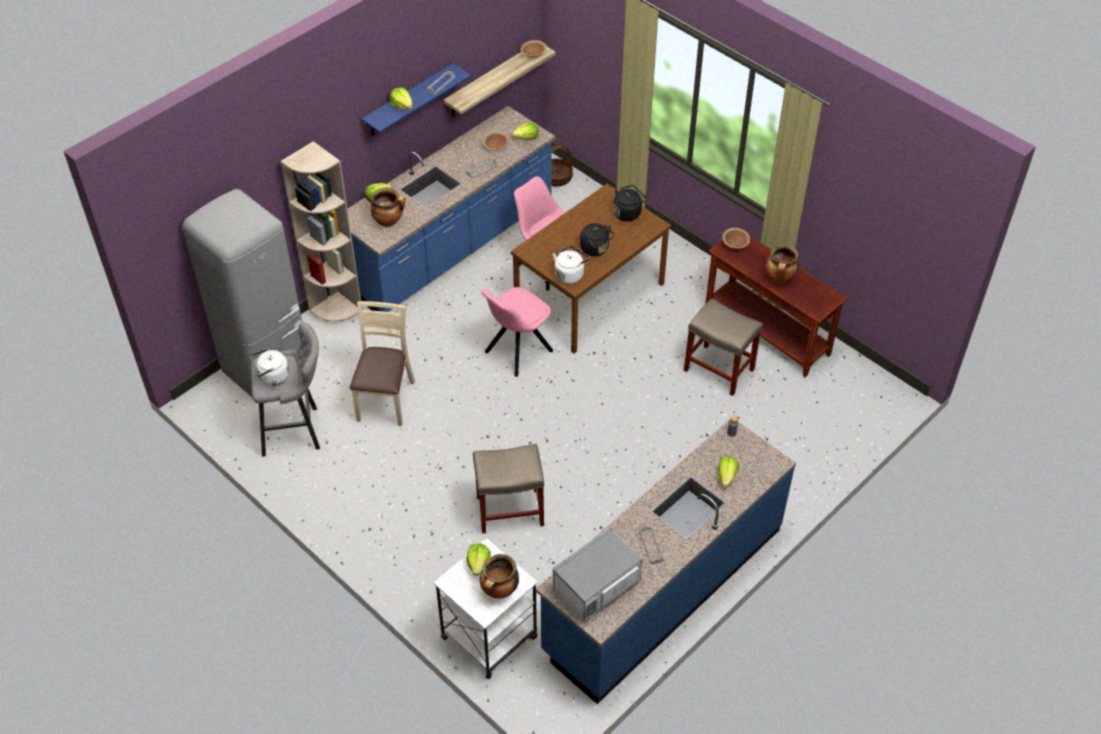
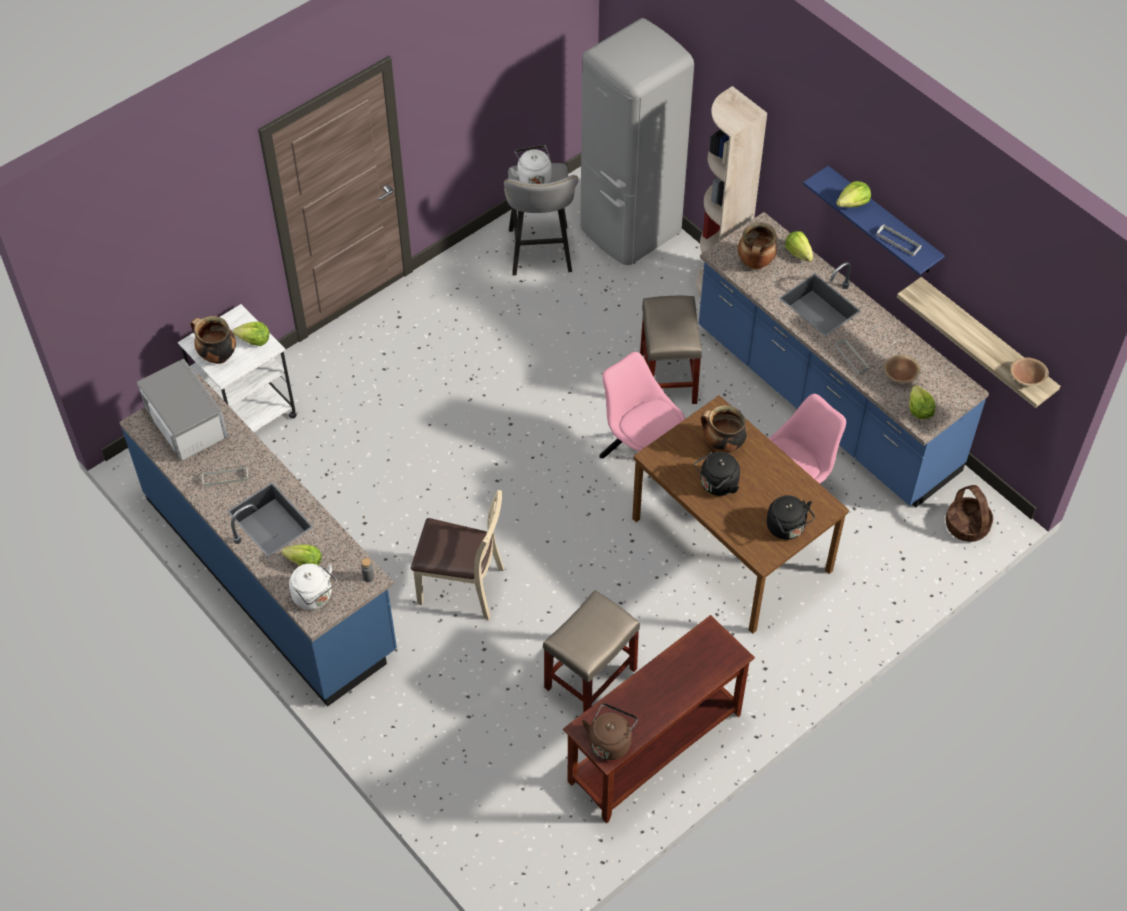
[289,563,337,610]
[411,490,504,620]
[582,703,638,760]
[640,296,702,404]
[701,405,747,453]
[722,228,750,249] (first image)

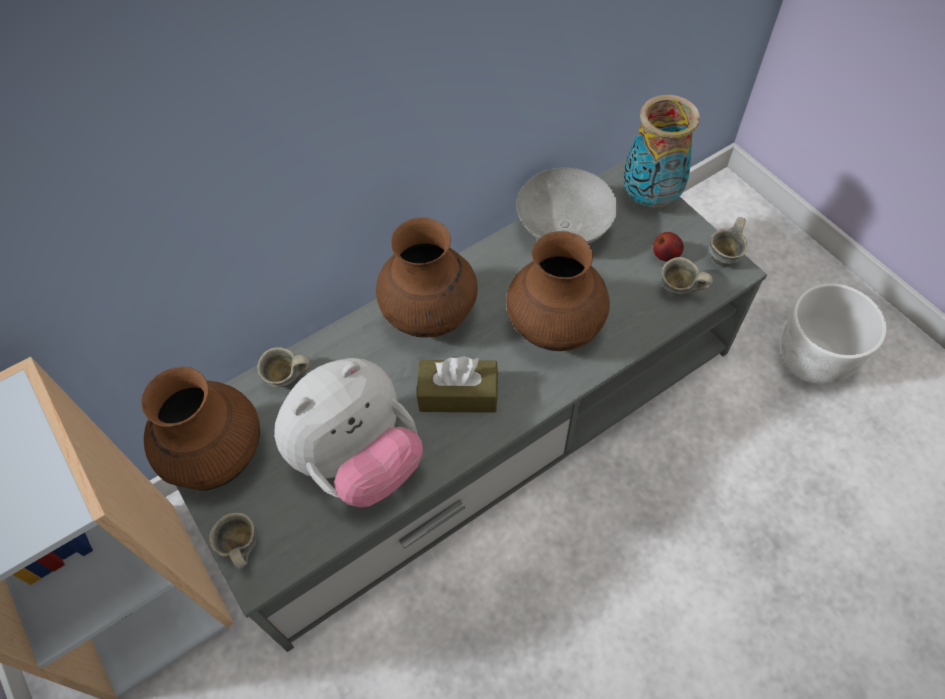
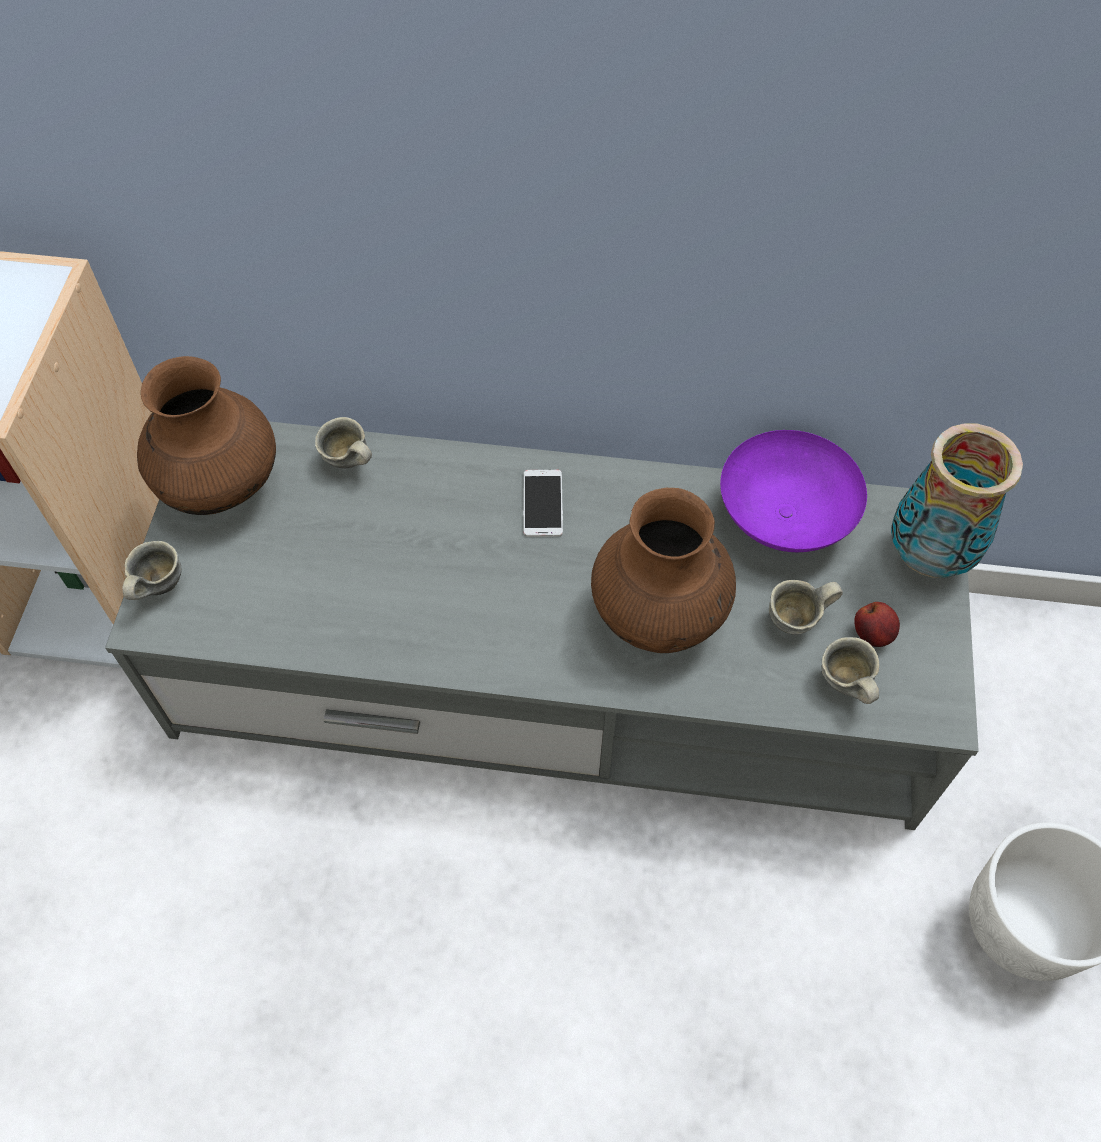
[523,470,563,537]
[720,430,867,552]
[769,580,843,635]
[274,358,423,508] (first image)
[417,356,498,413] (first image)

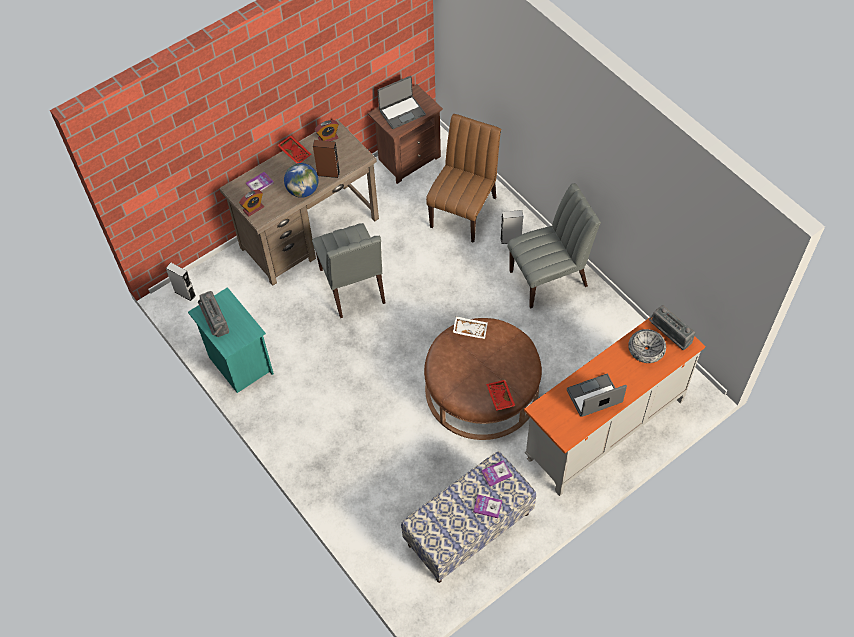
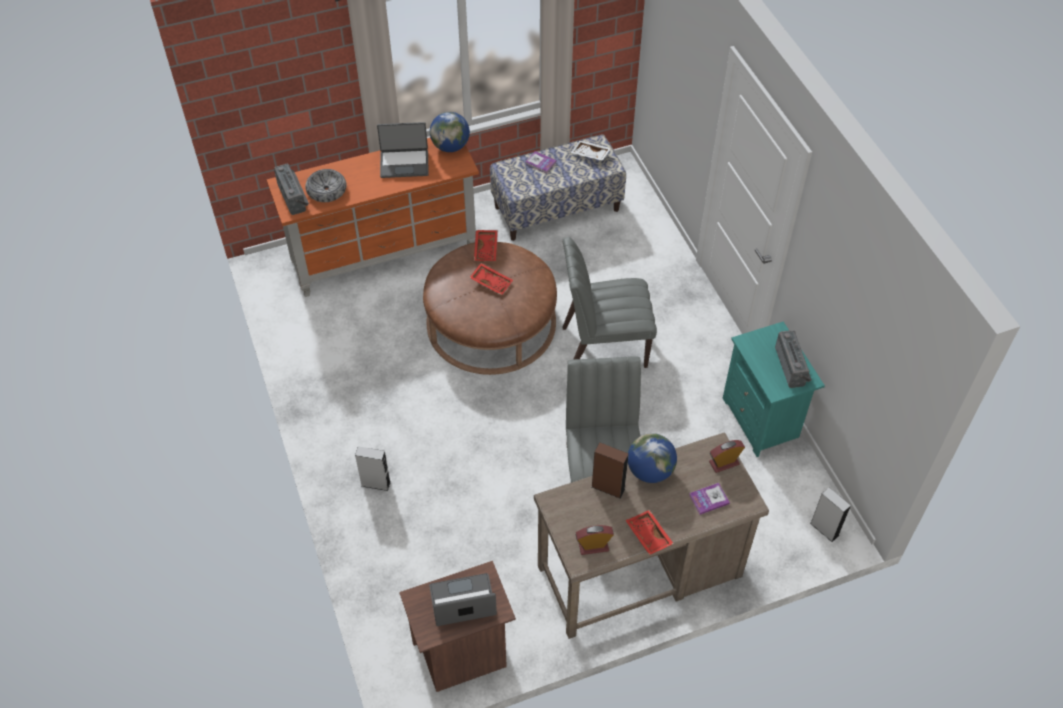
[430,112,470,152]
[469,263,513,295]
[562,237,657,368]
[571,141,611,161]
[426,114,501,243] (first image)
[481,460,512,487] (first image)

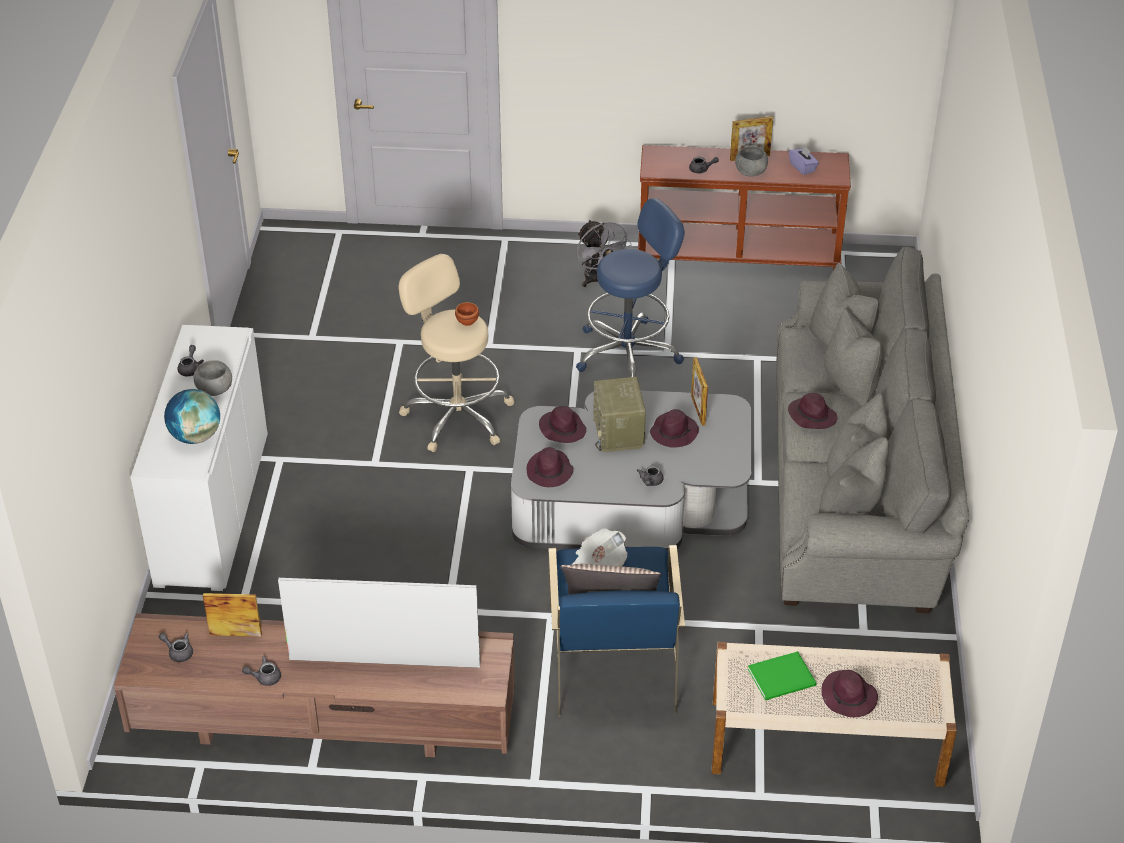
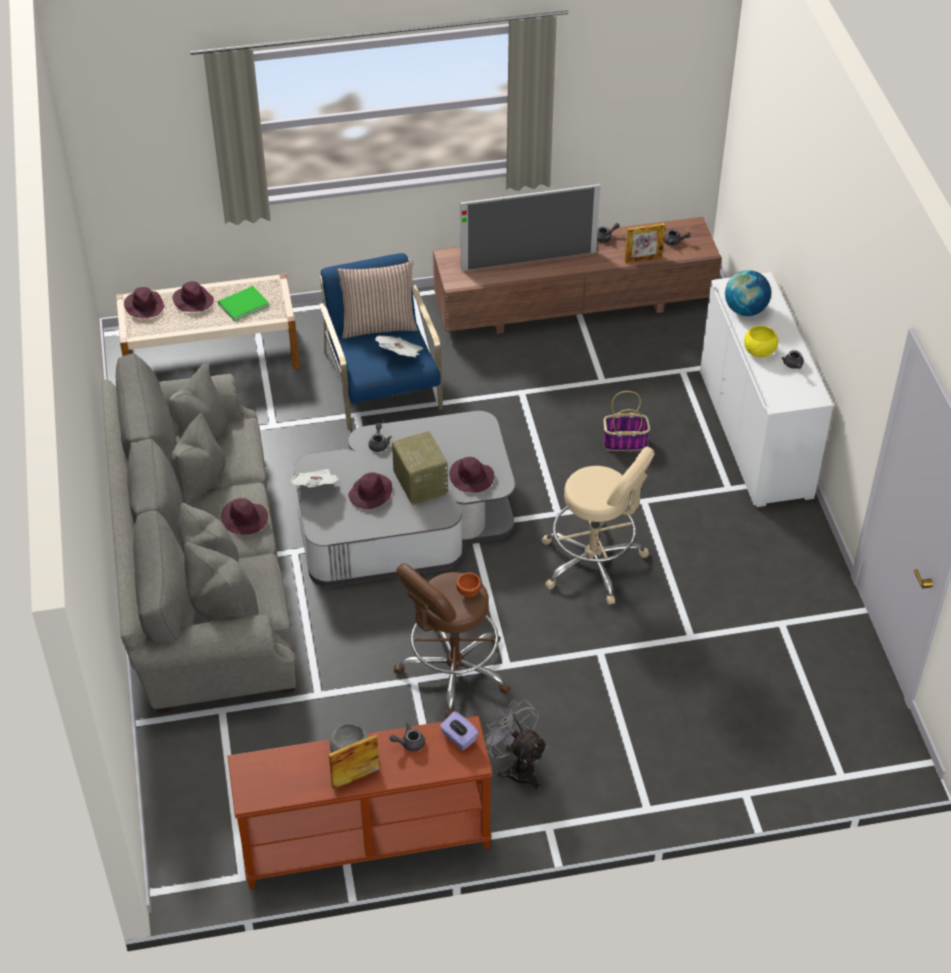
[124,287,164,318]
[290,469,339,487]
[394,563,511,718]
[440,711,479,750]
[456,573,481,597]
[603,391,650,451]
[744,326,778,357]
[691,357,708,426] (first image)

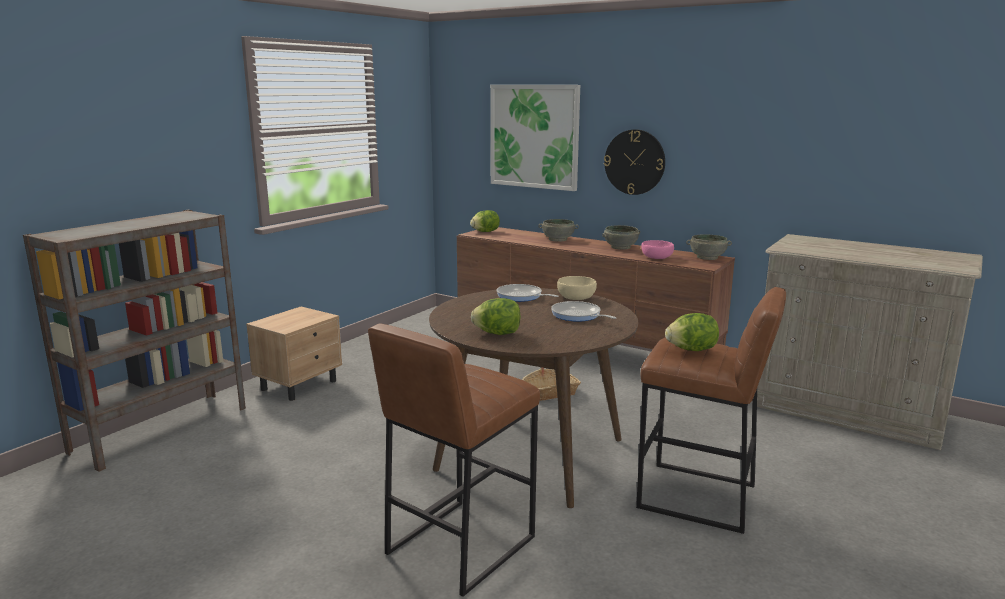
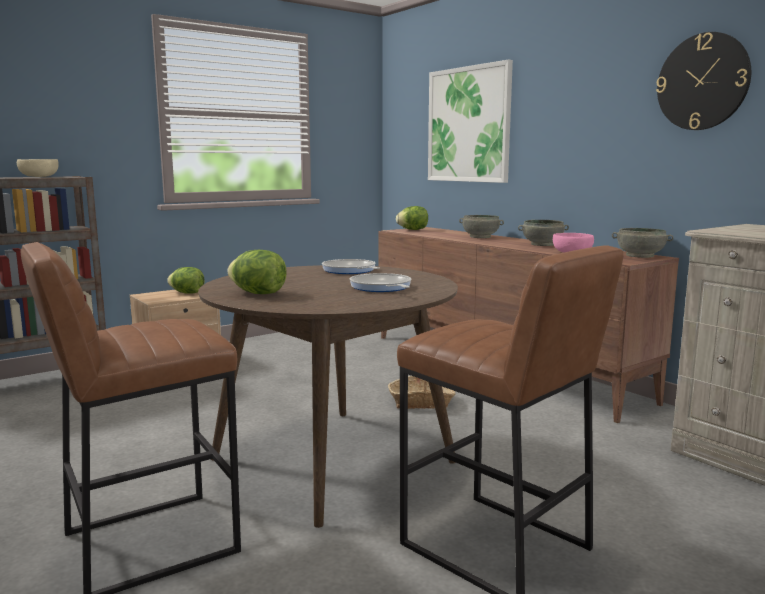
[17,159,59,177]
[167,267,204,294]
[656,32,751,130]

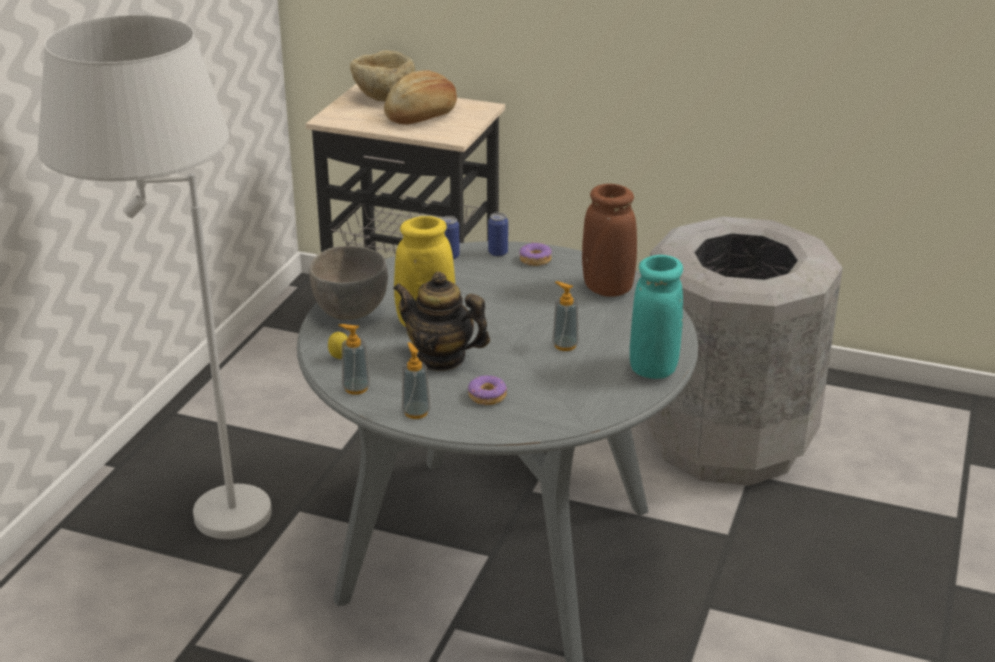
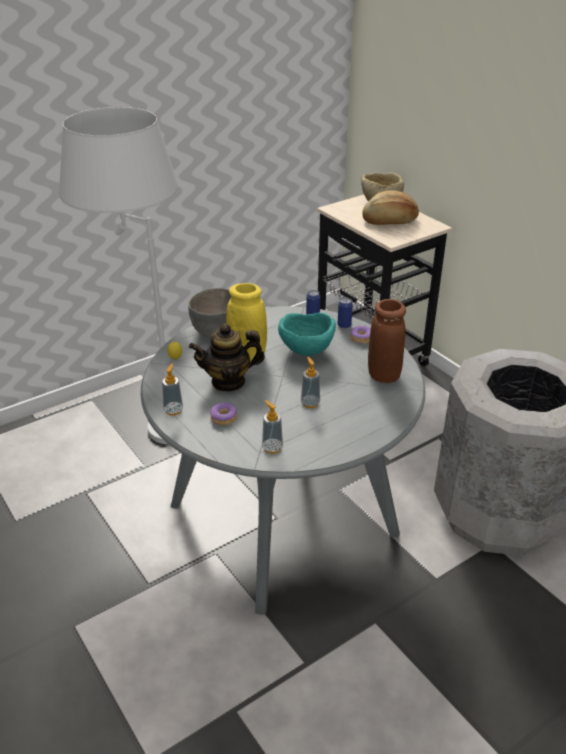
[189,324,265,392]
[262,400,283,454]
[278,312,336,356]
[630,255,683,379] (first image)

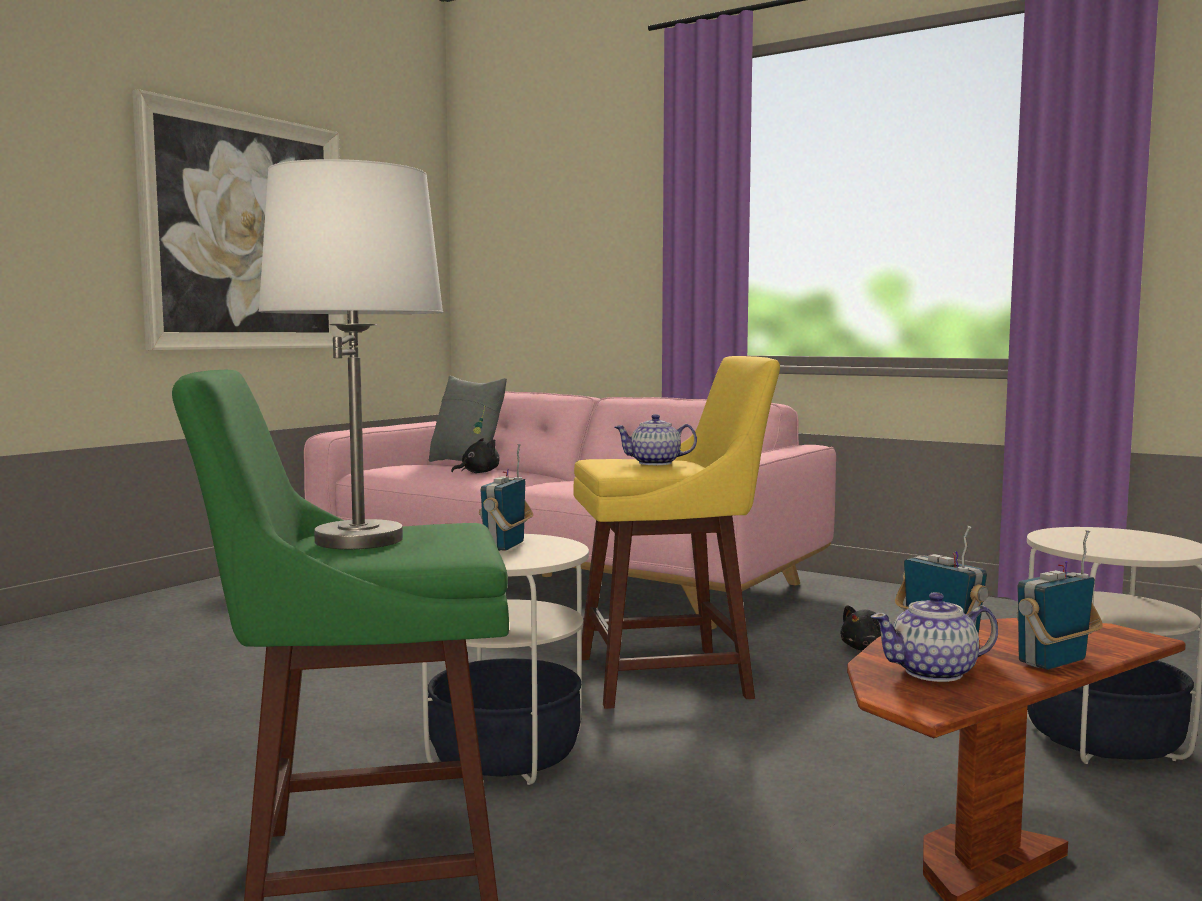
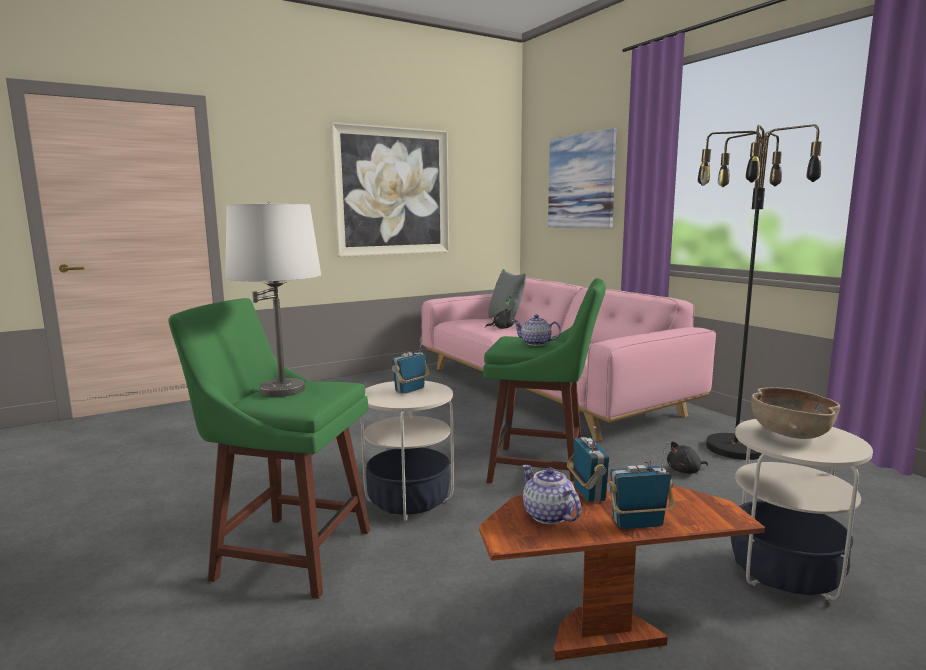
[483,278,606,483]
[522,465,581,524]
[548,128,617,229]
[698,124,822,460]
[751,387,840,439]

